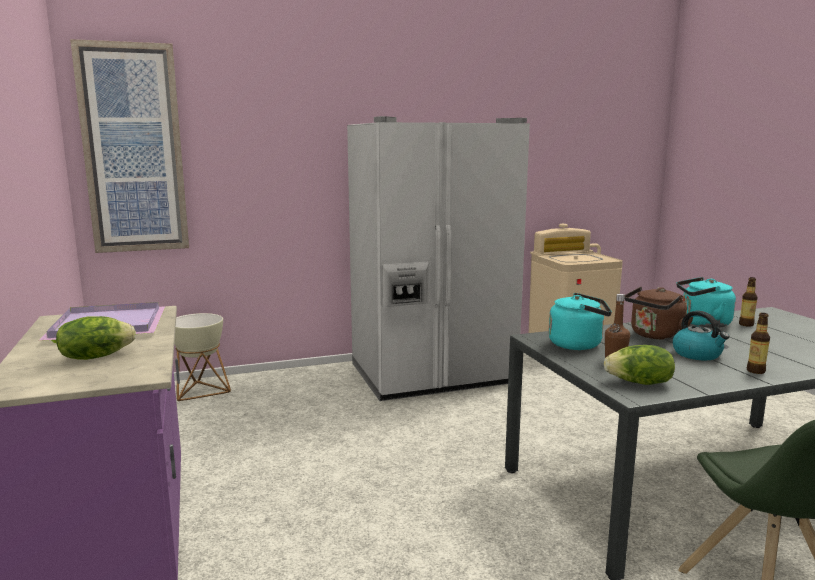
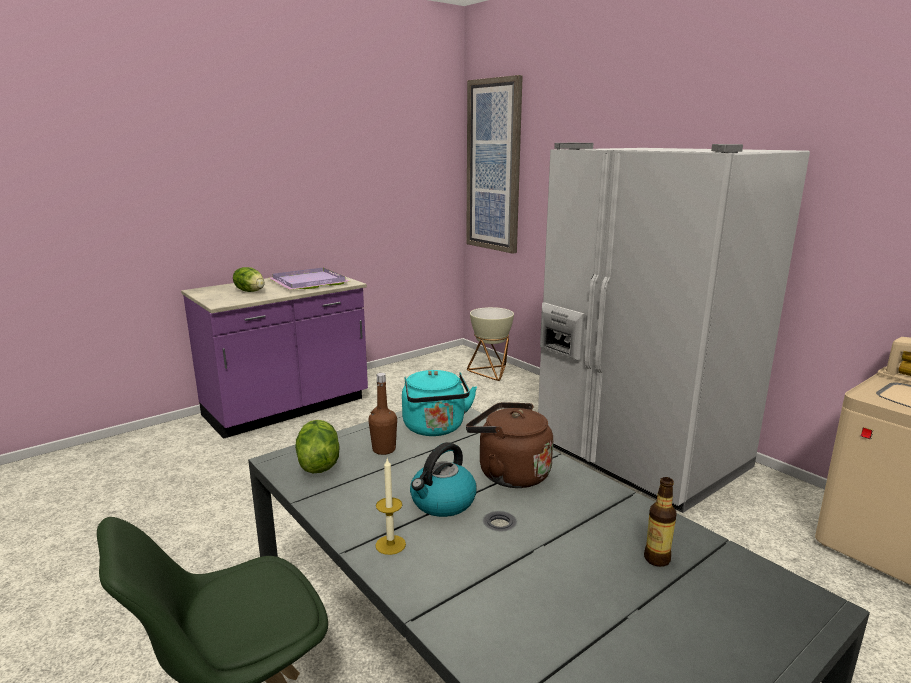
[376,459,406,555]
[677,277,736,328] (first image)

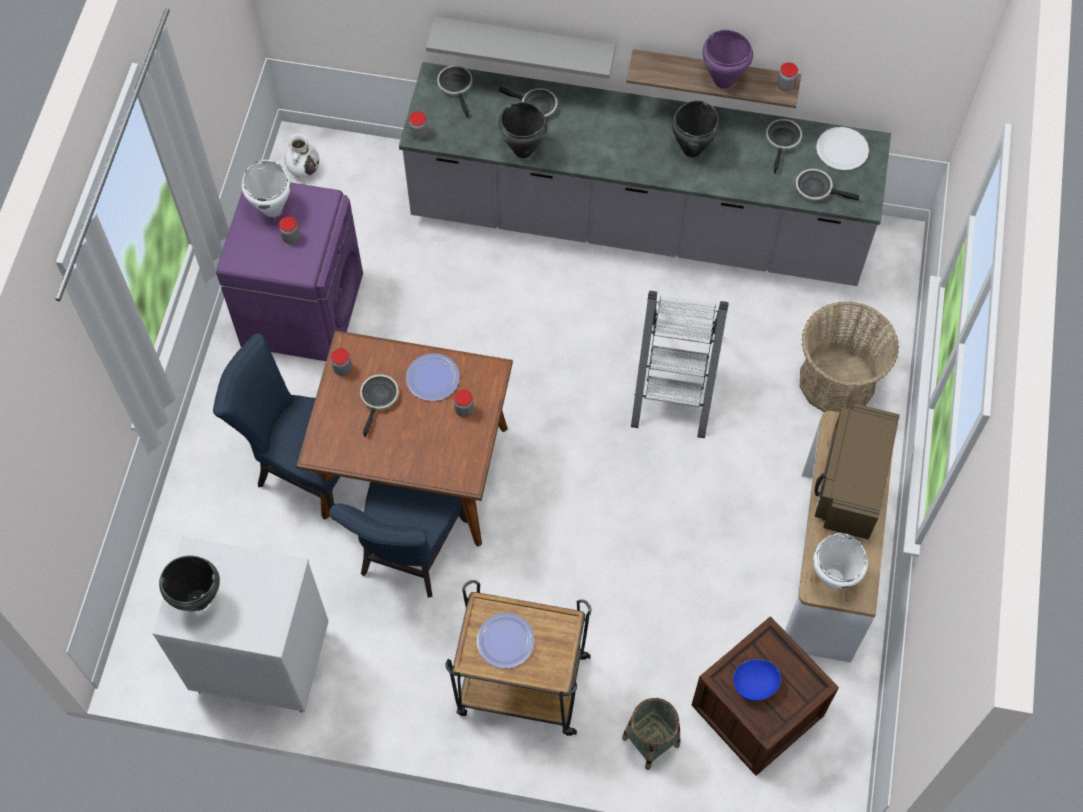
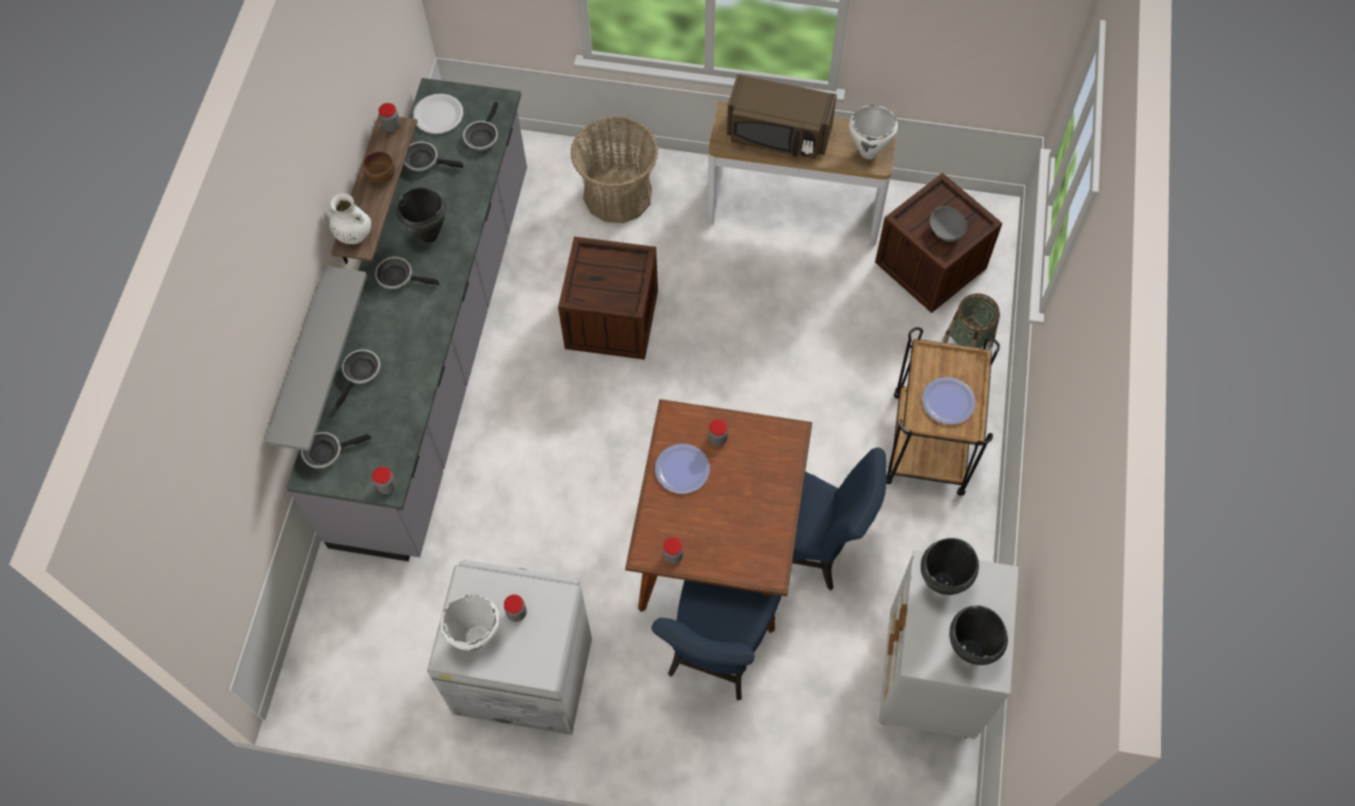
[329,193,371,244]
[362,151,395,184]
[375,257,439,289]
[427,560,592,735]
[558,237,658,360]
[921,538,979,595]
[930,206,967,242]

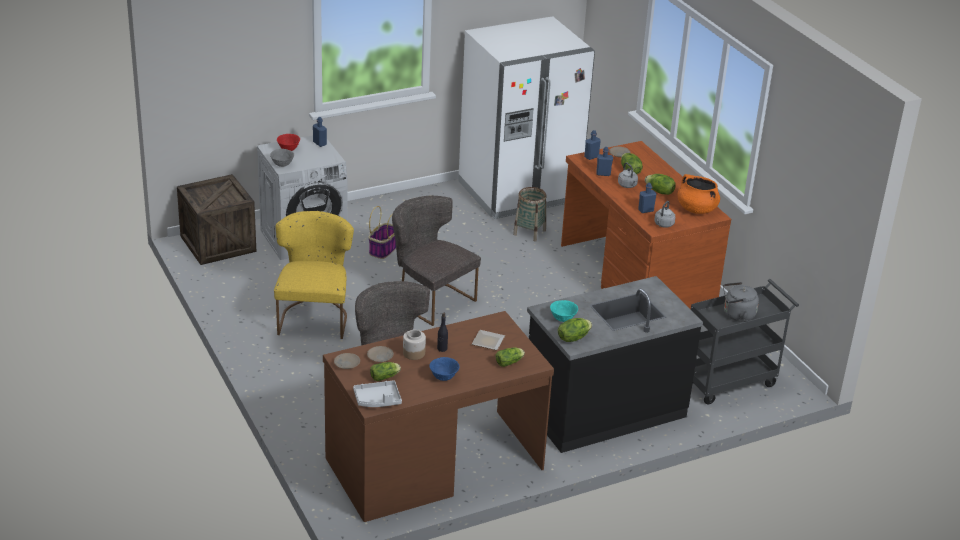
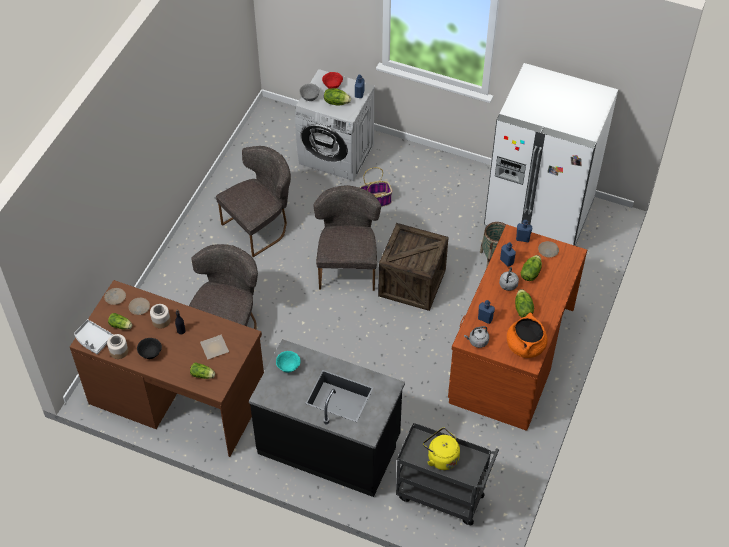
[107,334,128,359]
[137,338,162,359]
[216,146,291,257]
[324,88,351,105]
[378,223,449,311]
[423,428,460,470]

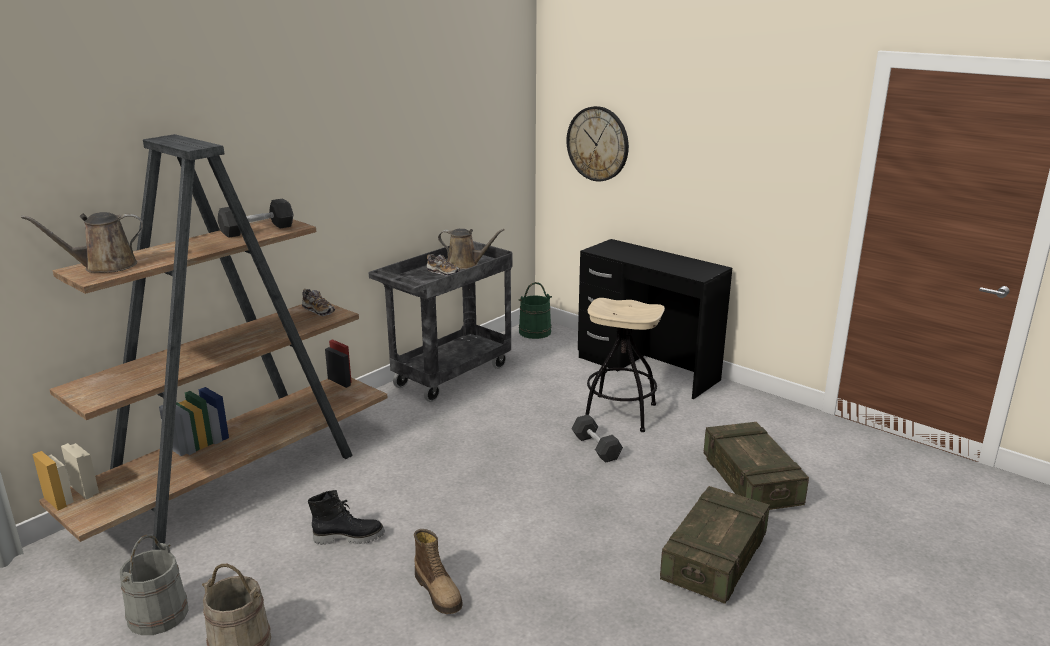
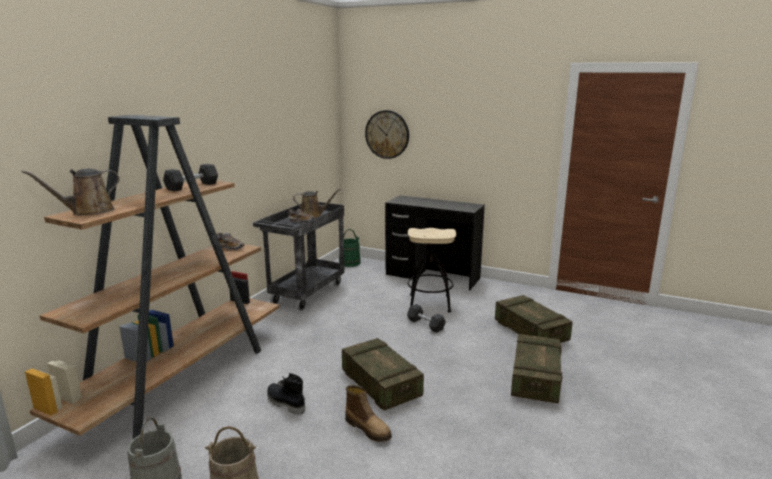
[267,373,305,415]
[342,338,424,411]

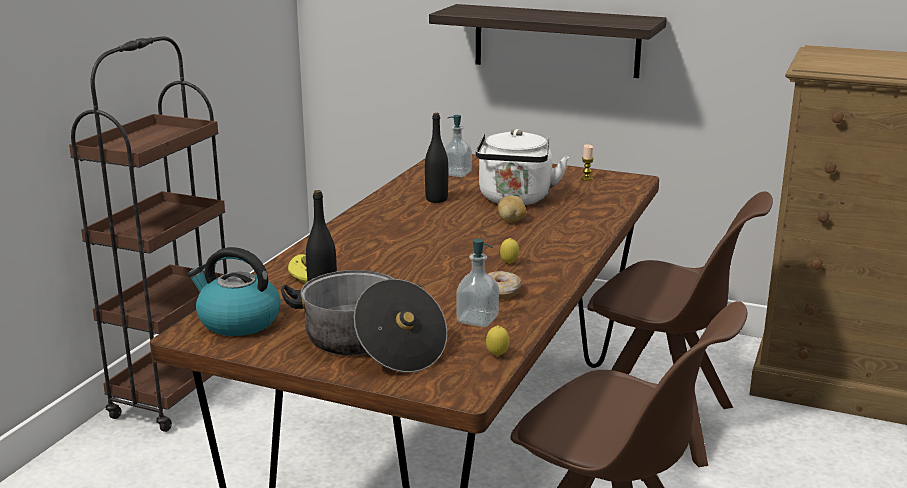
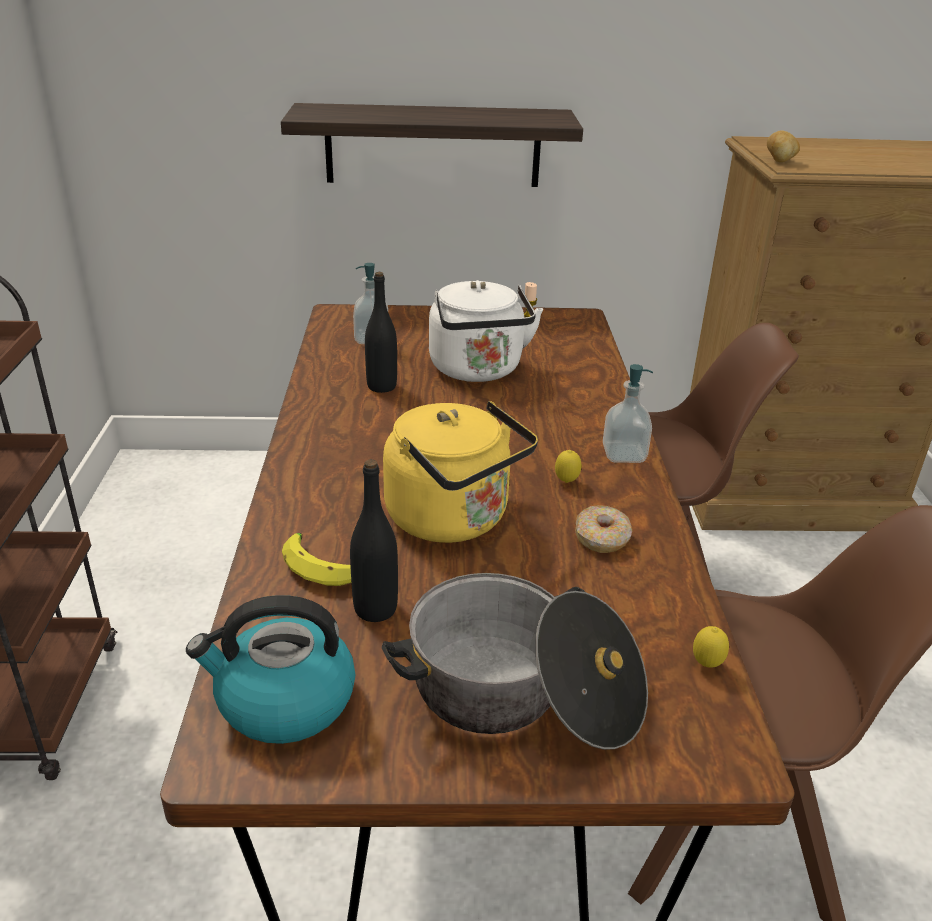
[383,401,538,543]
[603,364,653,463]
[767,130,800,162]

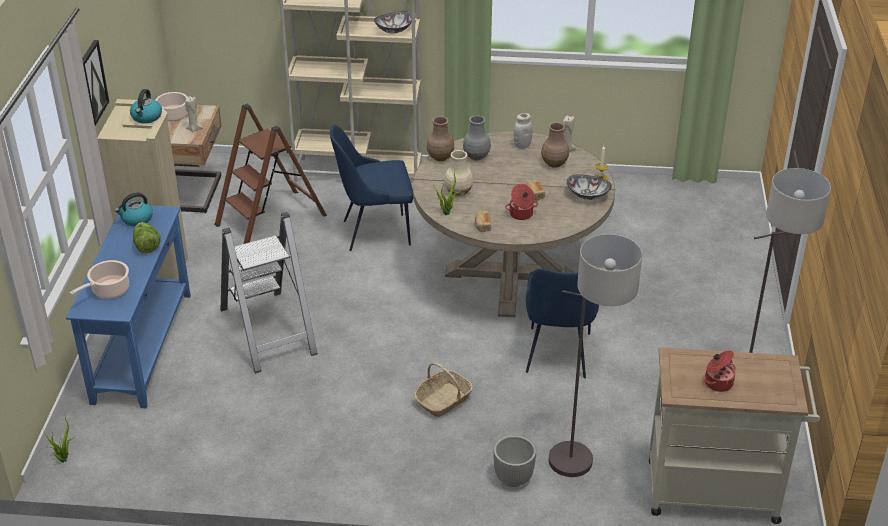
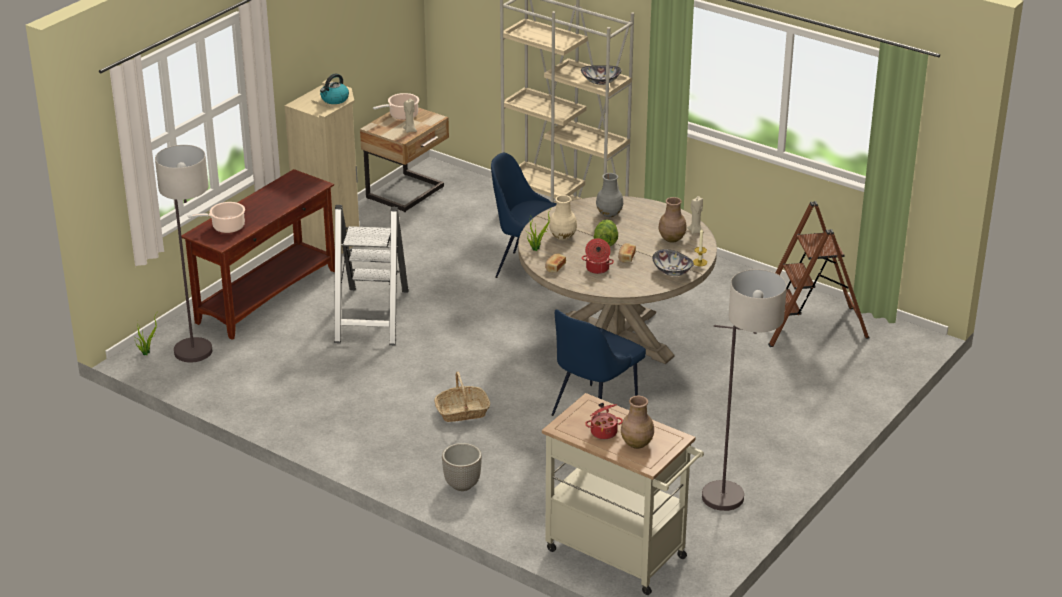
[155,145,212,362]
[181,169,335,340]
[594,219,618,246]
[621,396,654,449]
[768,201,870,347]
[82,40,109,126] (first image)
[115,192,153,227] (first image)
[514,113,533,149] (first image)

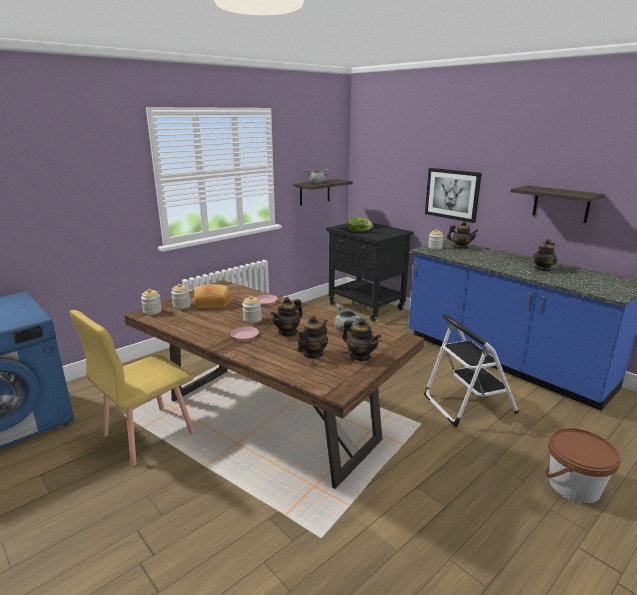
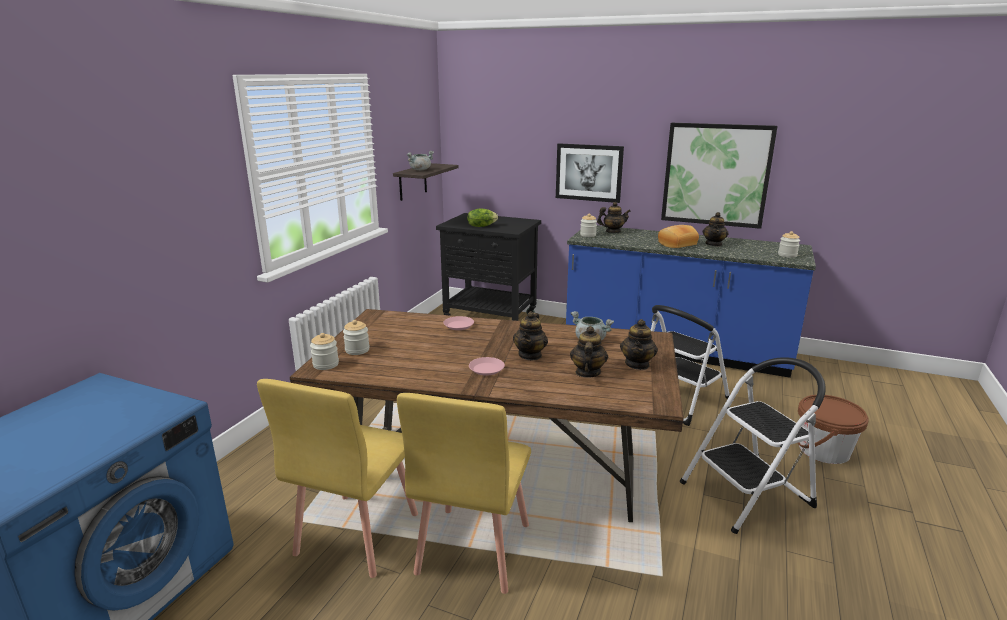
[397,393,531,594]
[620,319,658,370]
[658,225,699,248]
[661,123,777,229]
[680,357,826,534]
[778,231,800,258]

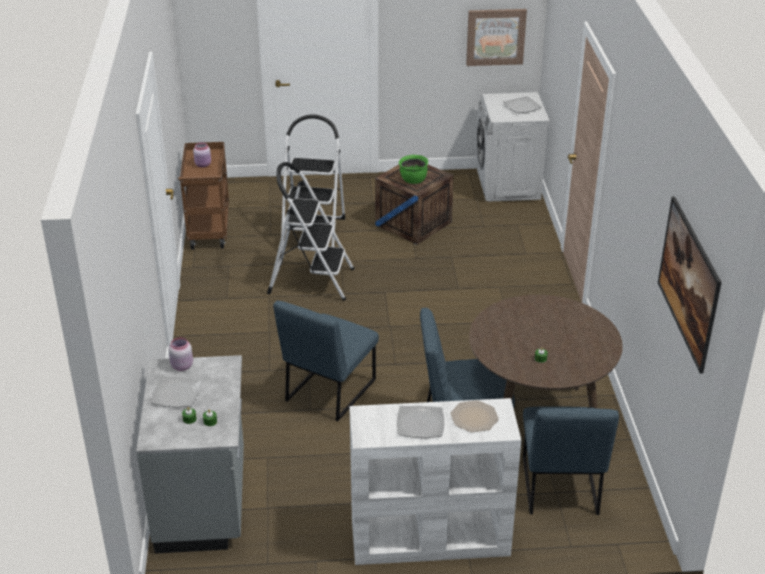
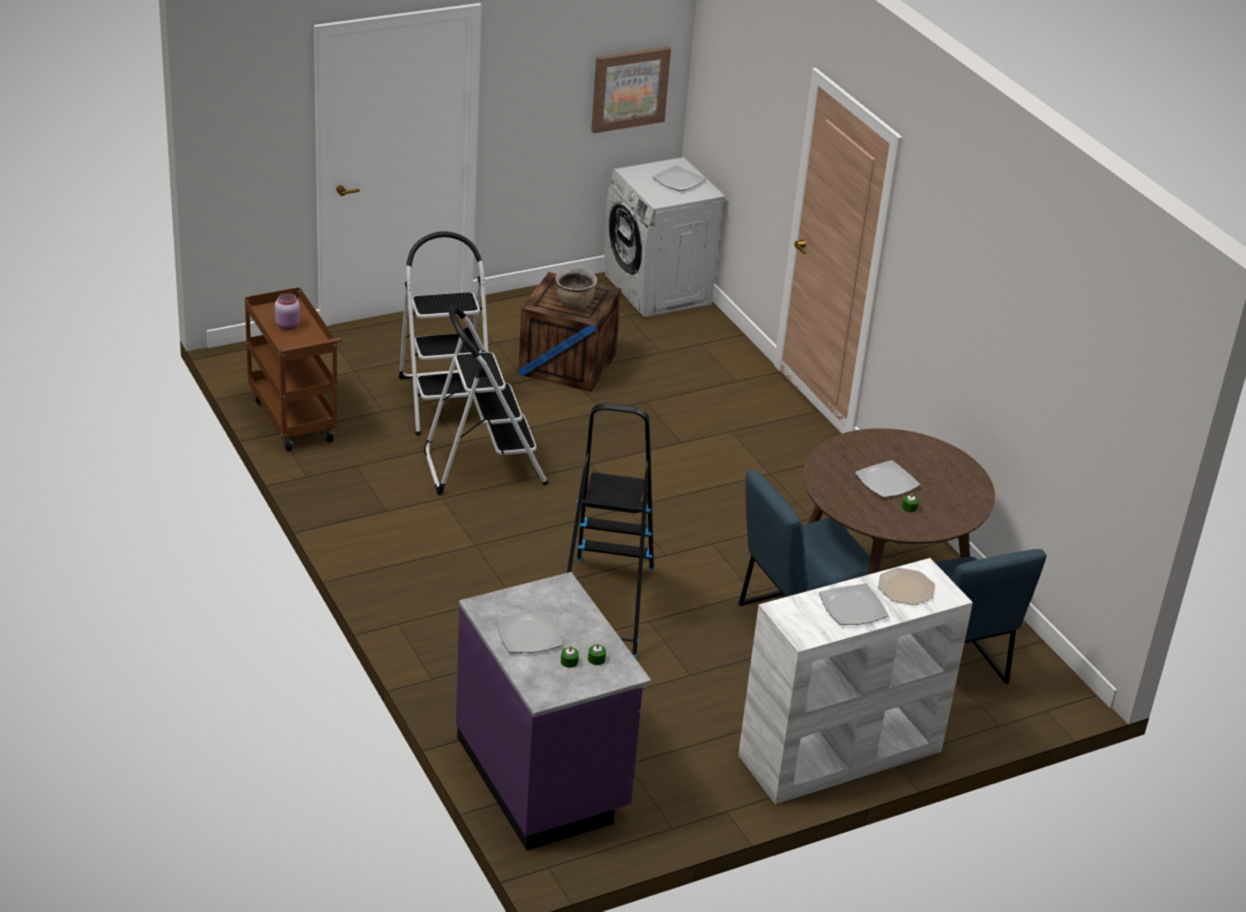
[456,572,651,851]
[556,268,597,309]
[567,403,654,659]
[855,460,920,498]
[169,337,193,371] (first image)
[658,197,722,373] (first image)

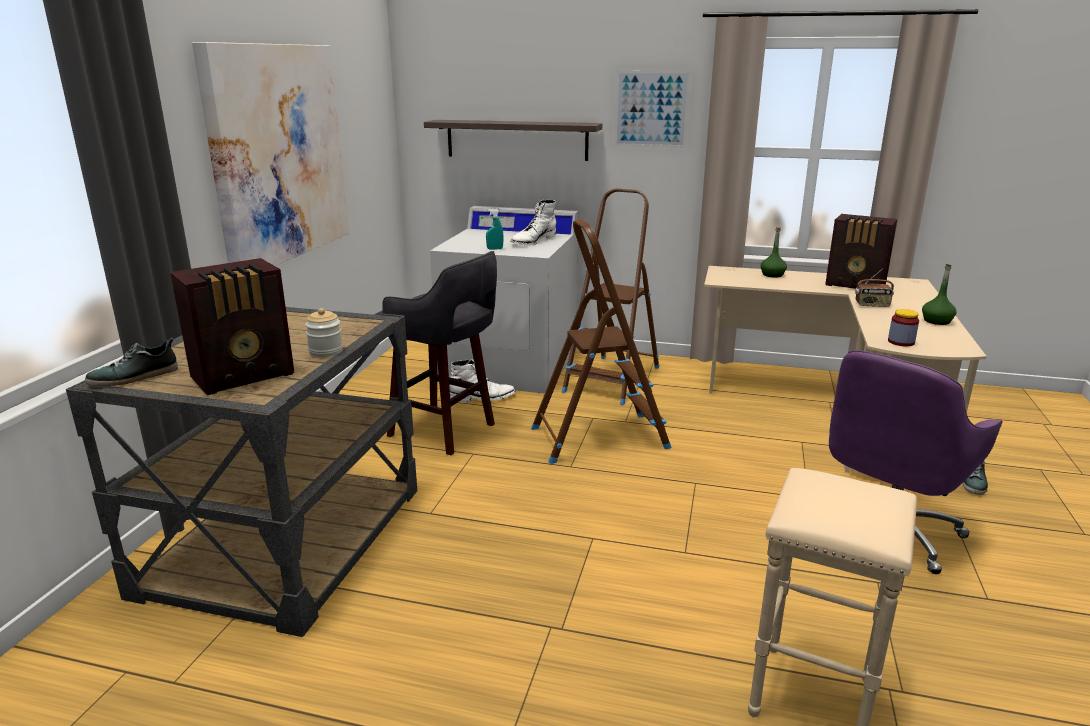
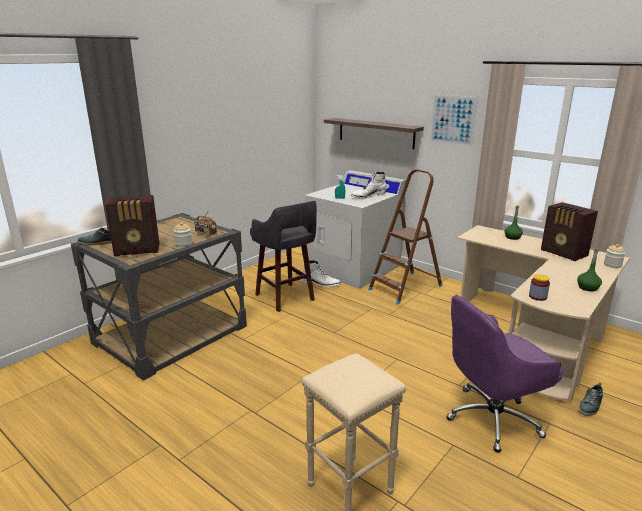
[194,211,217,236]
[604,244,626,268]
[192,42,349,266] (first image)
[531,218,672,464] (first image)

